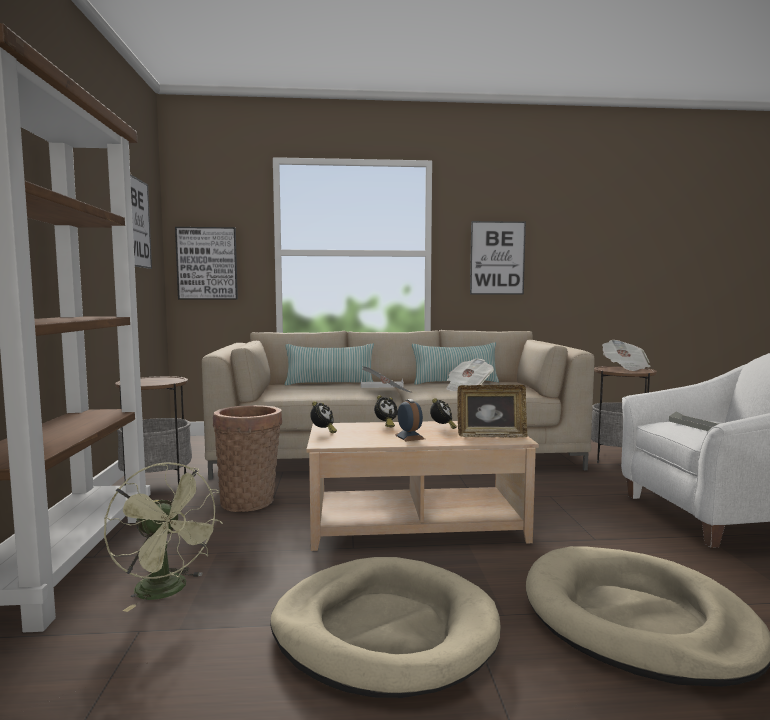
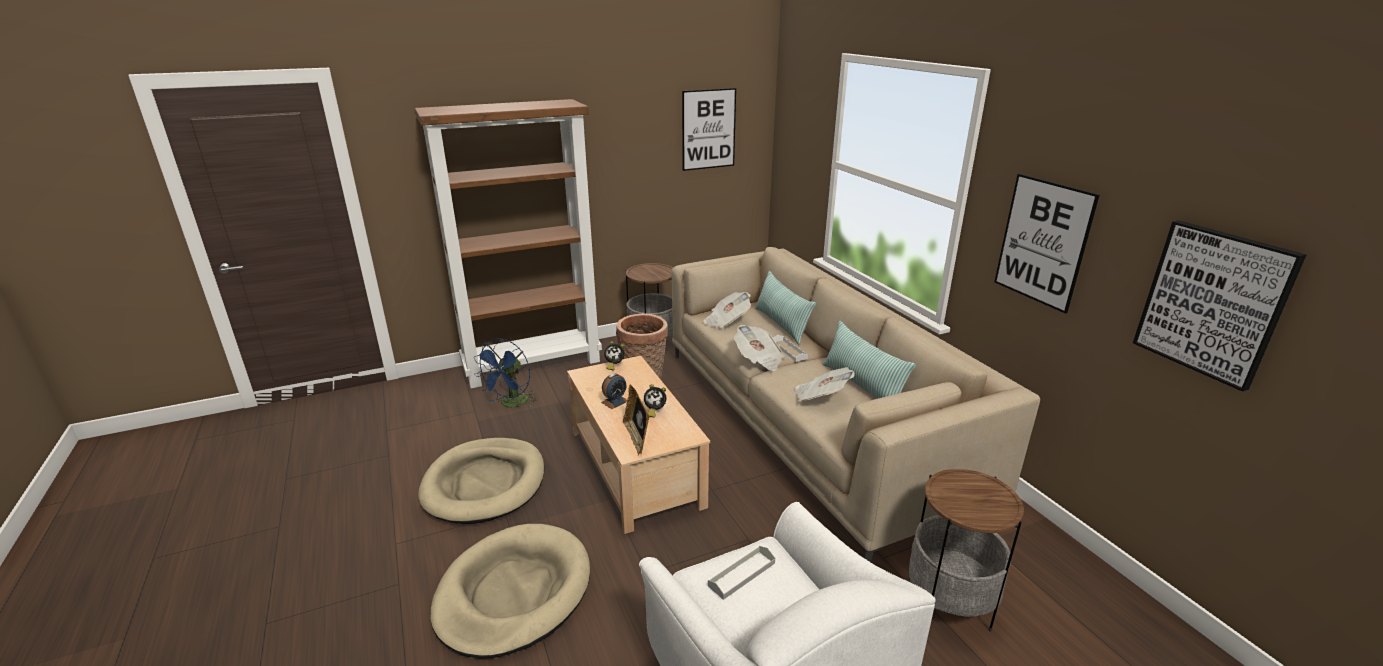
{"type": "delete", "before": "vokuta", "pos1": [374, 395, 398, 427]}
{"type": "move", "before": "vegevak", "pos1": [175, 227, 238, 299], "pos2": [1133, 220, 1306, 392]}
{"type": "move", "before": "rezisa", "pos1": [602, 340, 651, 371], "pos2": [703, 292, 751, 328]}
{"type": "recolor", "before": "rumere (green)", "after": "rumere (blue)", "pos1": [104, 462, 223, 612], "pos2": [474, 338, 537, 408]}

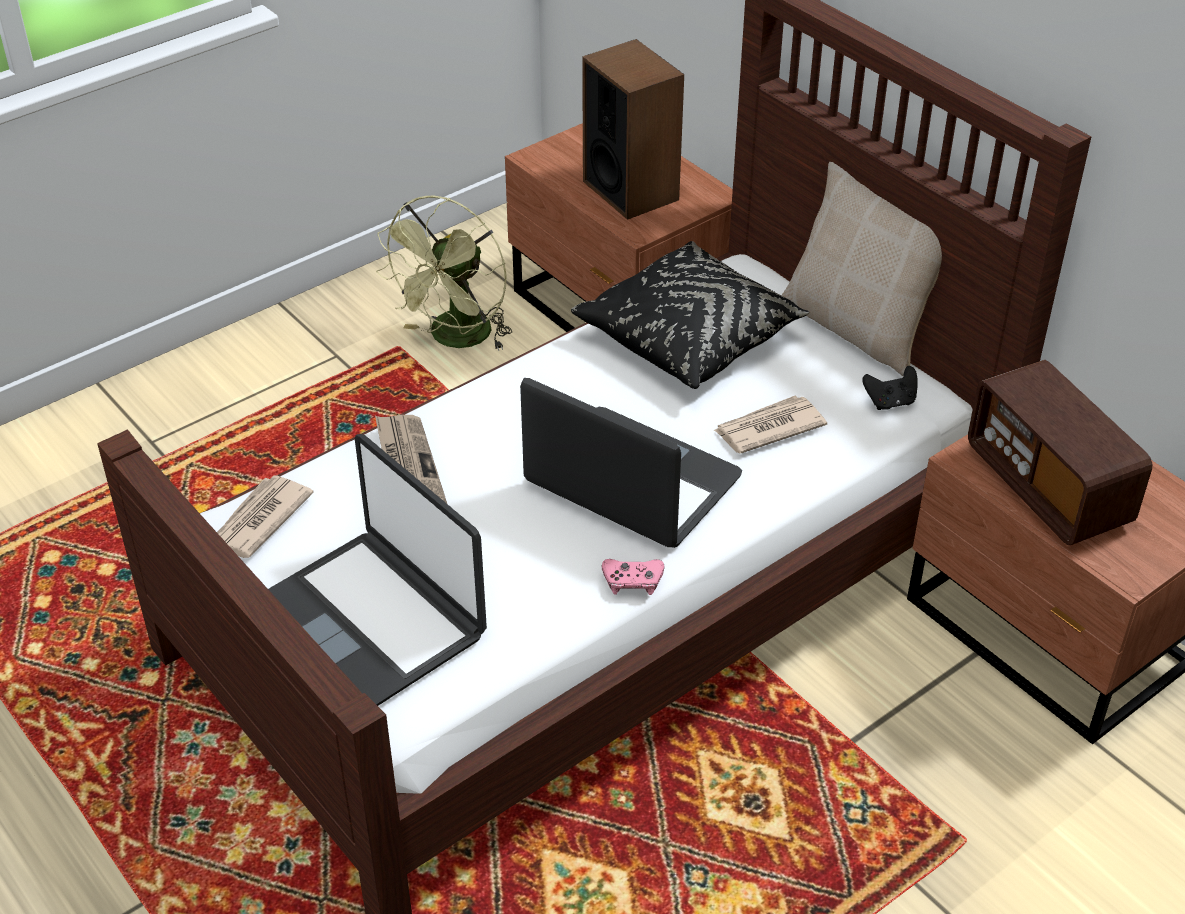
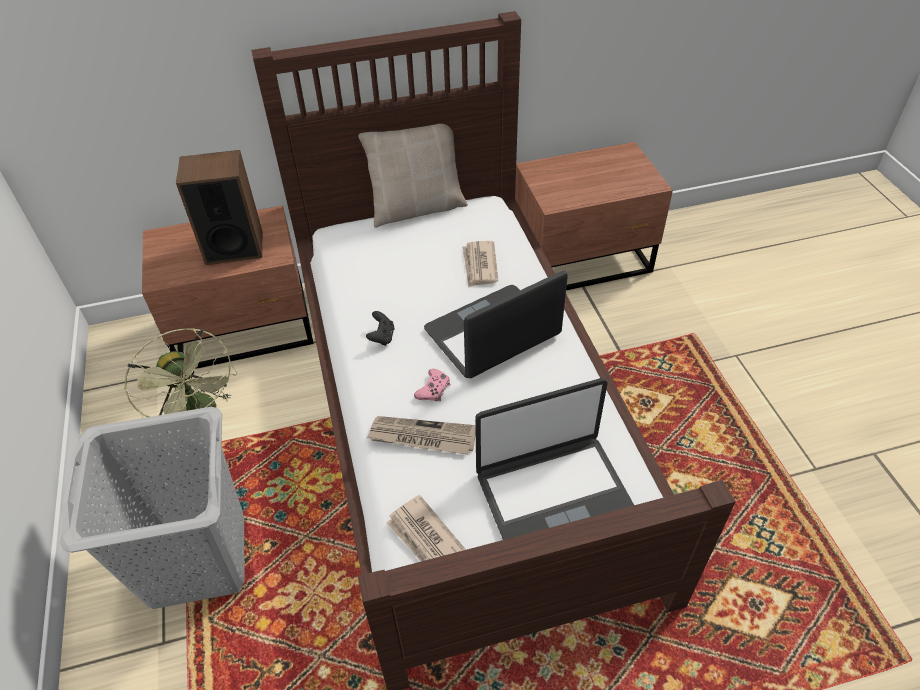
{"type": "delete", "before": "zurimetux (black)", "pos1": [571, 241, 810, 389]}
{"type": "delete", "before": "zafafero", "pos1": [968, 360, 1152, 545]}
{"type": "insert", "after": "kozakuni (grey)", "pos2": [60, 407, 245, 609]}
{"type": "move", "before": "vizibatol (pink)", "pos1": [602, 559, 665, 595], "pos2": [414, 369, 450, 401]}
{"type": "move", "before": "vizibatol (black)", "pos1": [862, 366, 918, 410], "pos2": [366, 311, 395, 346]}

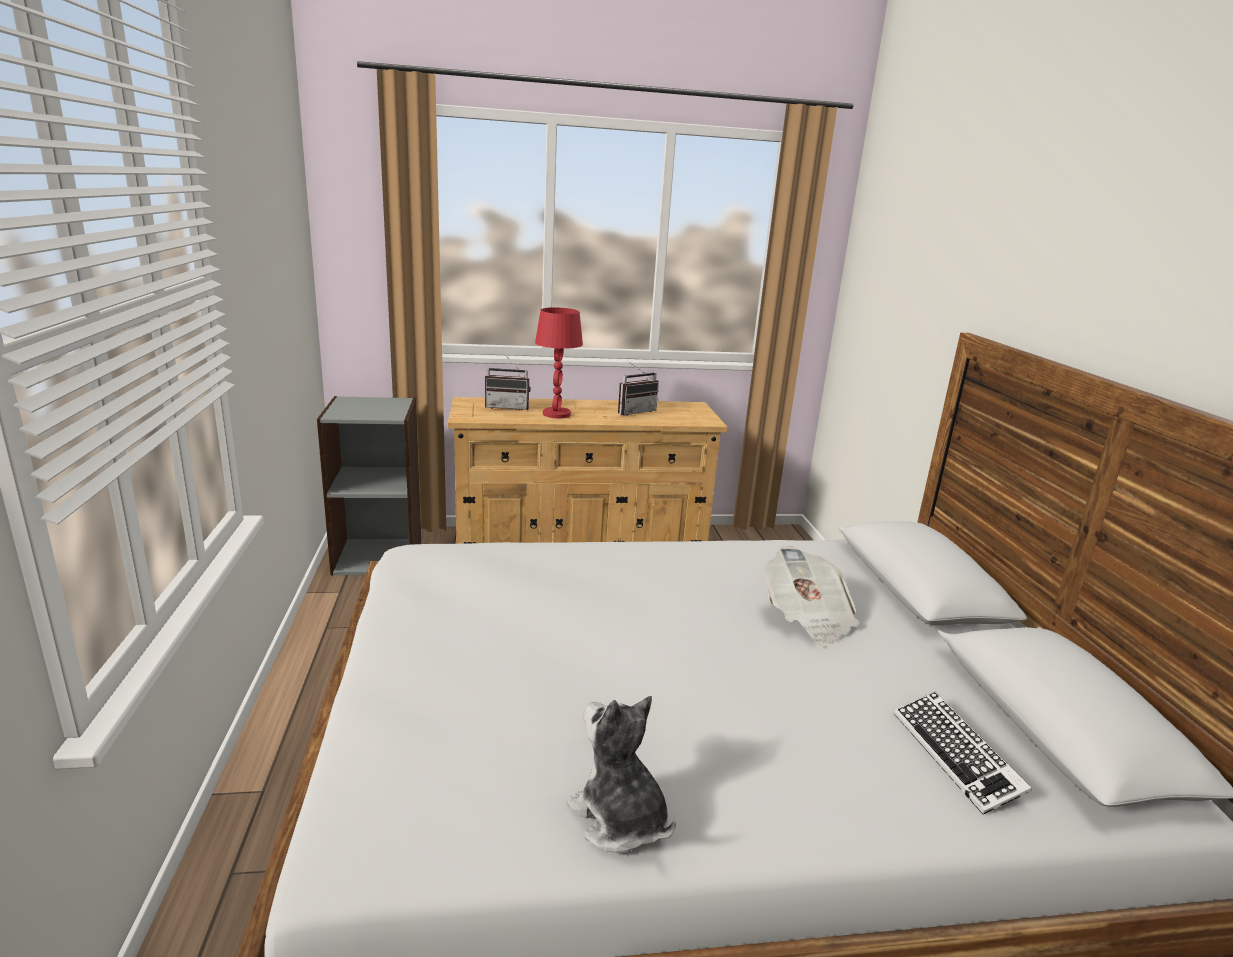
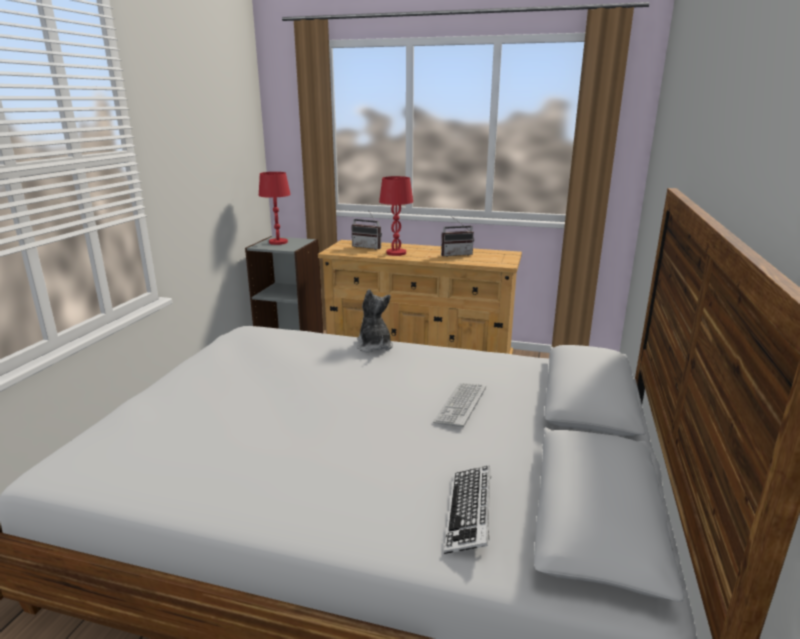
{"type": "insert", "after": "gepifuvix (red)", "pos2": [259, 172, 291, 245]}
{"type": "move", "before": "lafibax", "pos1": [567, 696, 676, 853], "pos2": [357, 289, 393, 353]}
{"type": "replace", "before": "rezisa", "after": "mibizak", "pos1": [764, 546, 860, 647], "pos2": [433, 383, 486, 428]}

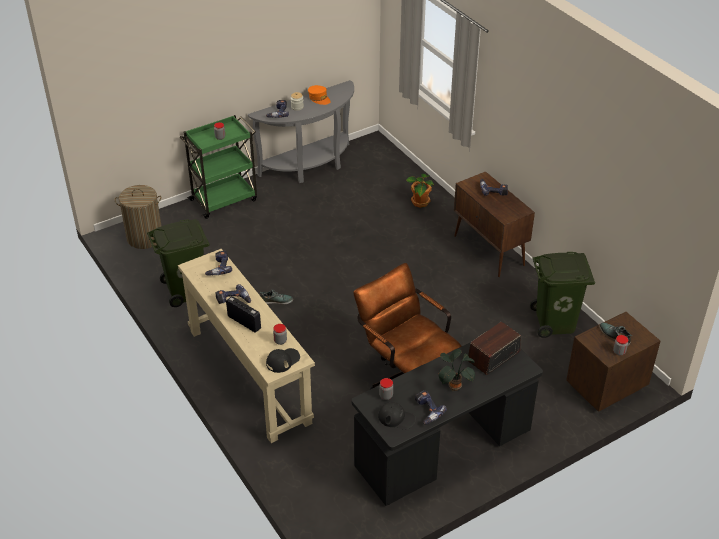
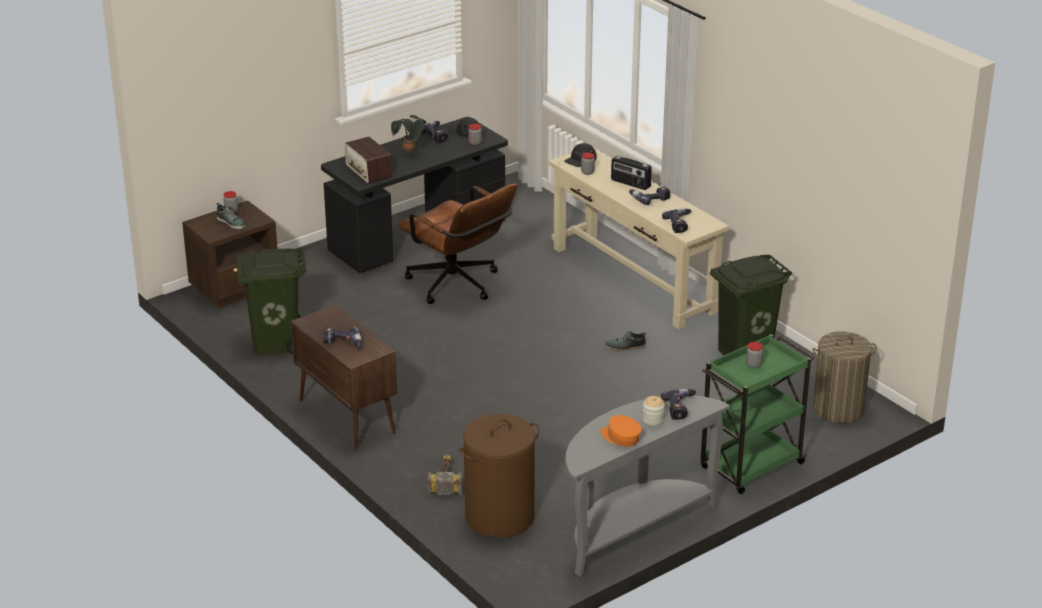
{"type": "insert", "after": "kozakuni (brown)", "pos2": [459, 414, 540, 538]}
{"type": "replace", "before": "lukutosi", "after": "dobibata", "pos1": [407, 174, 434, 208], "pos2": [427, 454, 462, 495]}
{"type": "rotate", "before": "zafafero", "pos1": [468, 322, 521, 375], "pos2": [345, 137, 392, 184], "turn": 105}

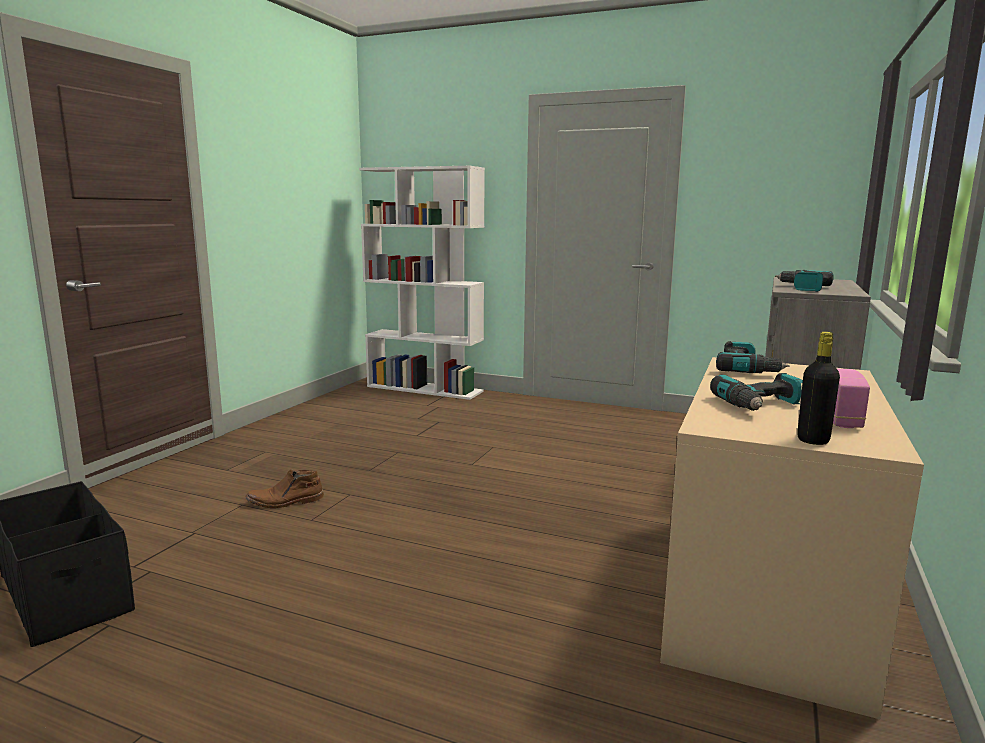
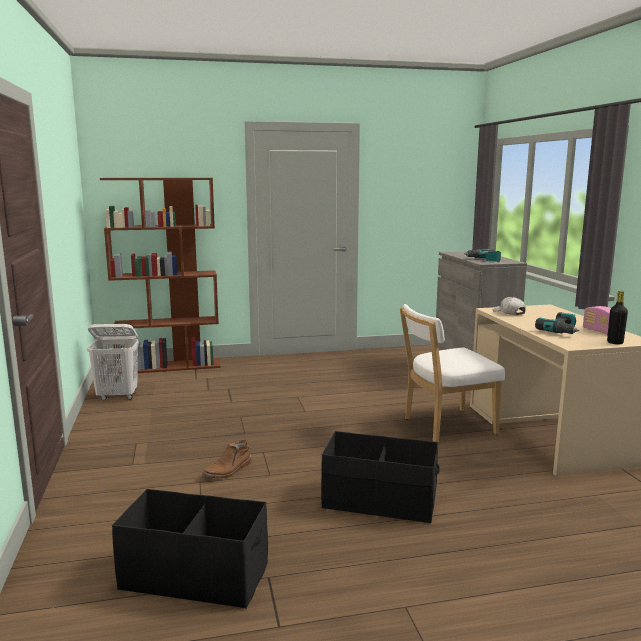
{"type": "insert", "after": "kozakuni (white)", "pos2": [87, 324, 139, 400]}
{"type": "insert", "after": "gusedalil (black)", "pos2": [321, 431, 440, 523]}
{"type": "insert", "after": "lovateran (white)", "pos2": [400, 304, 505, 442]}
{"type": "replace", "before": "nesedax", "after": "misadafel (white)", "pos1": [716, 341, 789, 373], "pos2": [493, 297, 526, 315]}
{"type": "recolor", "before": "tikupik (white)", "after": "tikupik (brown)", "pos1": [359, 166, 485, 400], "pos2": [100, 178, 220, 373]}

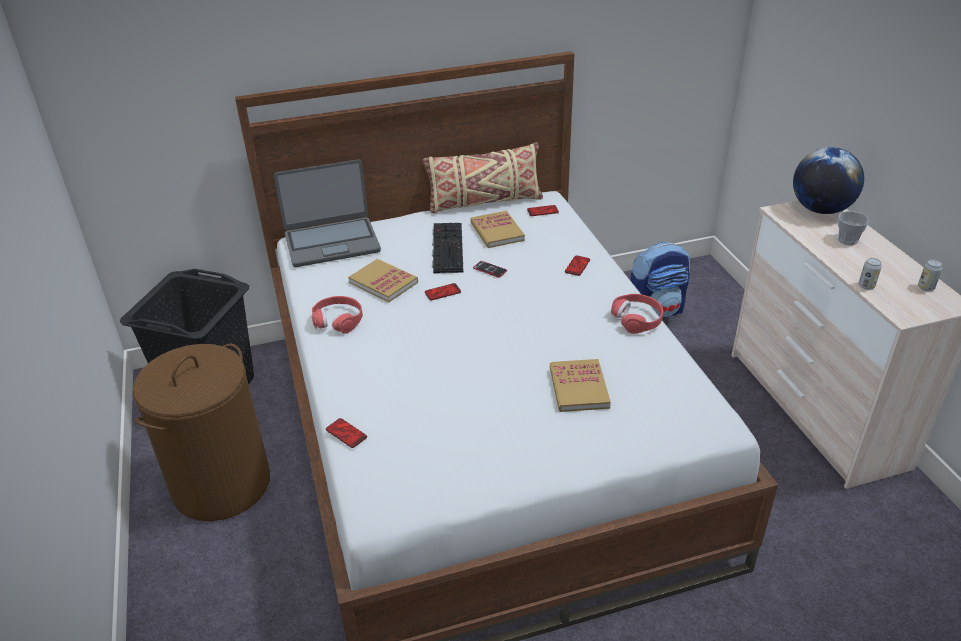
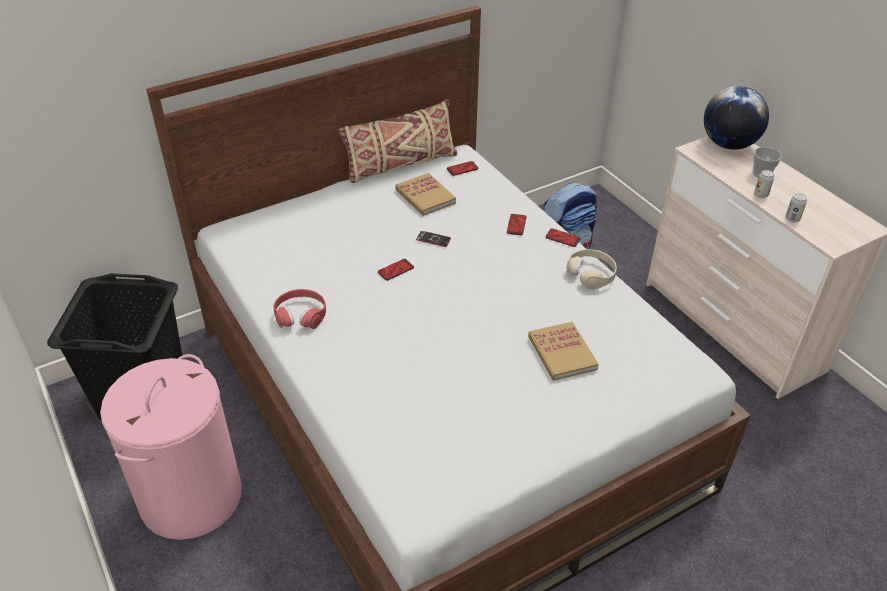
{"type": "delete", "before": "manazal", "pos1": [274, 159, 381, 267]}
{"type": "delete", "before": "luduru", "pos1": [348, 259, 418, 302]}
{"type": "delete", "before": "mibizak", "pos1": [432, 223, 463, 274]}
{"type": "move", "before": "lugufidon", "pos1": [326, 418, 367, 448], "pos2": [545, 228, 581, 247]}
{"type": "move", "before": "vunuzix", "pos1": [918, 259, 943, 291], "pos2": [754, 170, 774, 198]}
{"type": "recolor", "before": "kozakuni (brown)", "after": "kozakuni (pink)", "pos1": [133, 344, 270, 521], "pos2": [100, 354, 242, 540]}
{"type": "recolor", "before": "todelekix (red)", "after": "todelekix (beige)", "pos1": [611, 294, 663, 334], "pos2": [566, 249, 617, 290]}

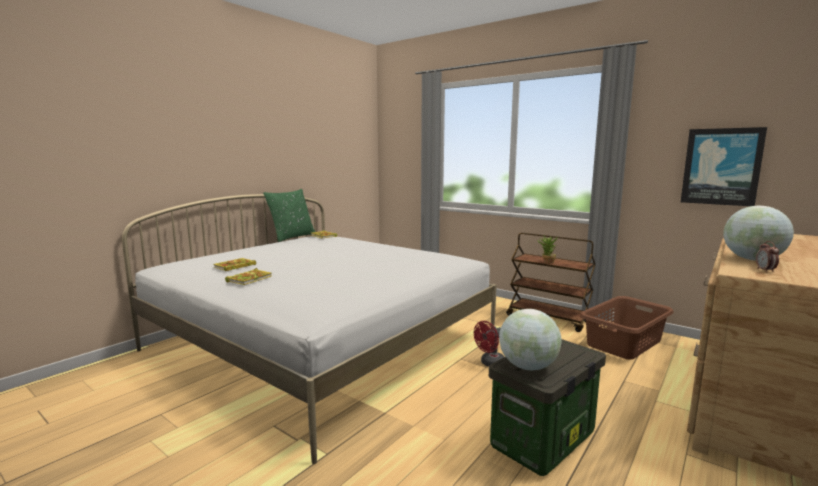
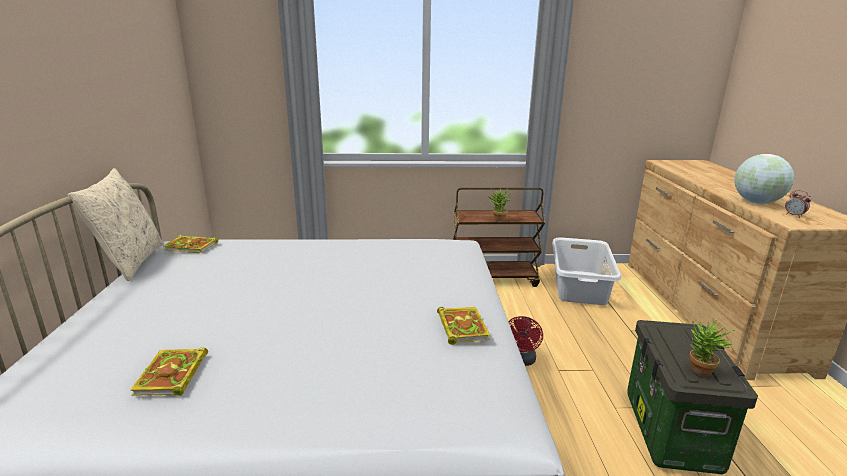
{"type": "delete", "before": "vegevak", "pos1": [681, 127, 767, 206]}
{"type": "move", "before": "luduru", "pos1": [225, 268, 271, 285], "pos2": [437, 307, 490, 345]}
{"type": "replace", "before": "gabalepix", "after": "lukutosi", "pos1": [499, 309, 562, 370], "pos2": [689, 319, 734, 377]}
{"type": "recolor", "before": "zurimetux (green)", "after": "zurimetux (beige)", "pos1": [263, 189, 315, 242], "pos2": [68, 168, 164, 281]}
{"type": "recolor", "before": "kozakuni (brown)", "after": "kozakuni (grey)", "pos1": [580, 296, 674, 360], "pos2": [552, 237, 621, 305]}

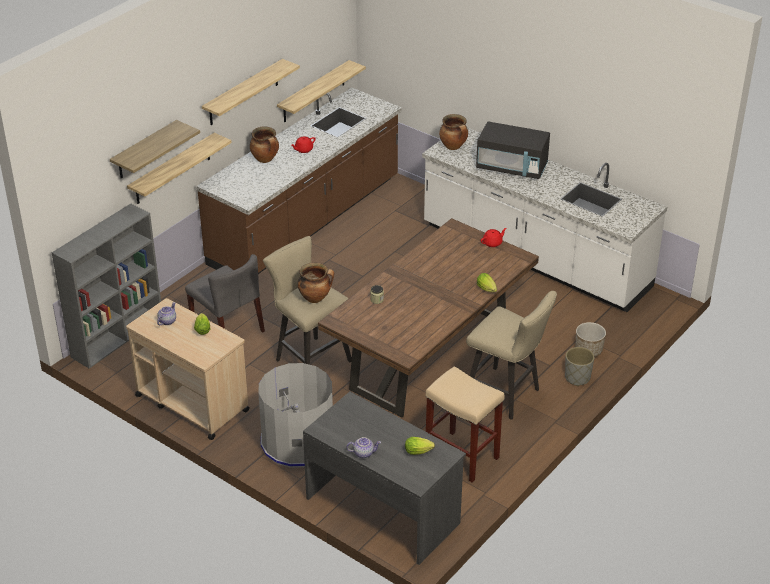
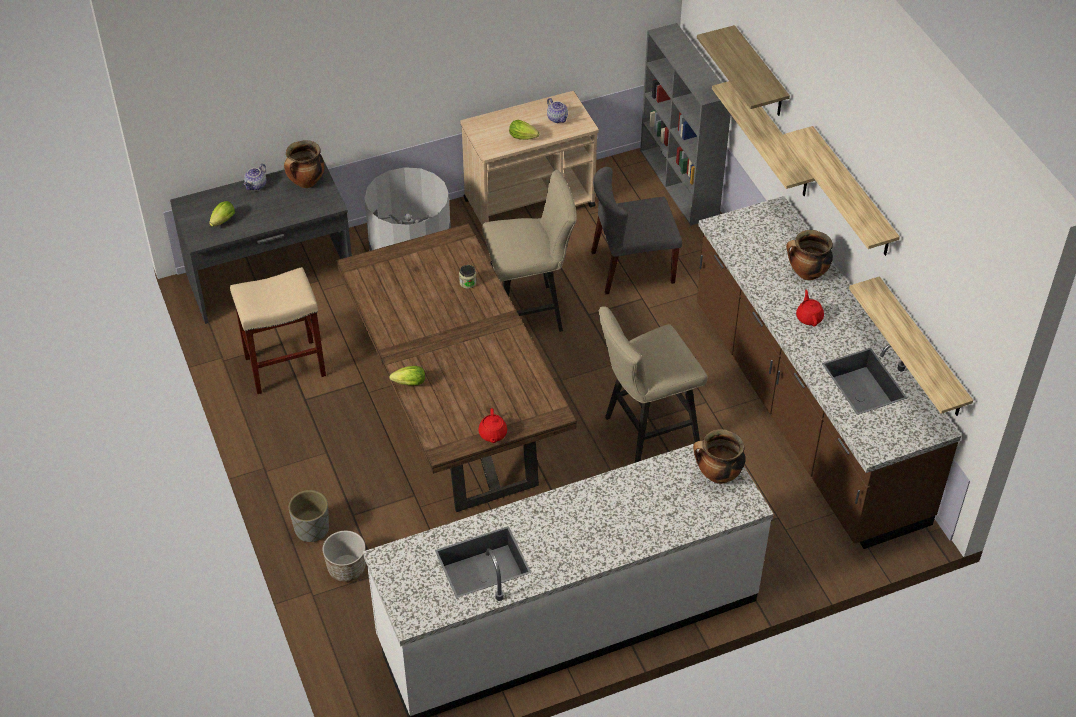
{"type": "delete", "before": "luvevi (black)", "pos1": [476, 121, 550, 179]}
{"type": "move", "before": "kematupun", "pos1": [298, 263, 334, 303], "pos2": [284, 140, 324, 188]}
{"type": "move", "before": "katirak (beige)", "pos1": [466, 291, 557, 420], "pos2": [599, 307, 708, 463]}

